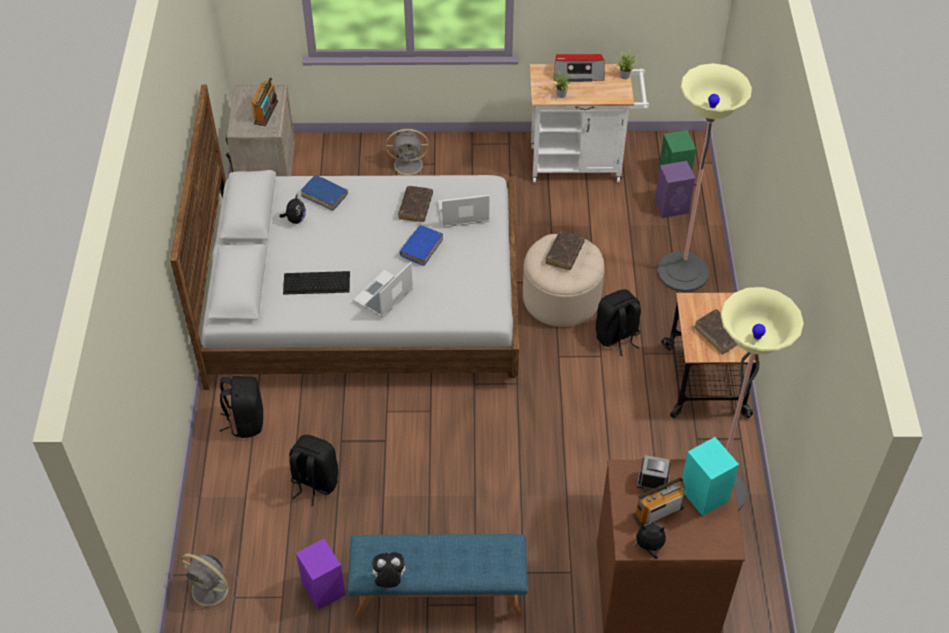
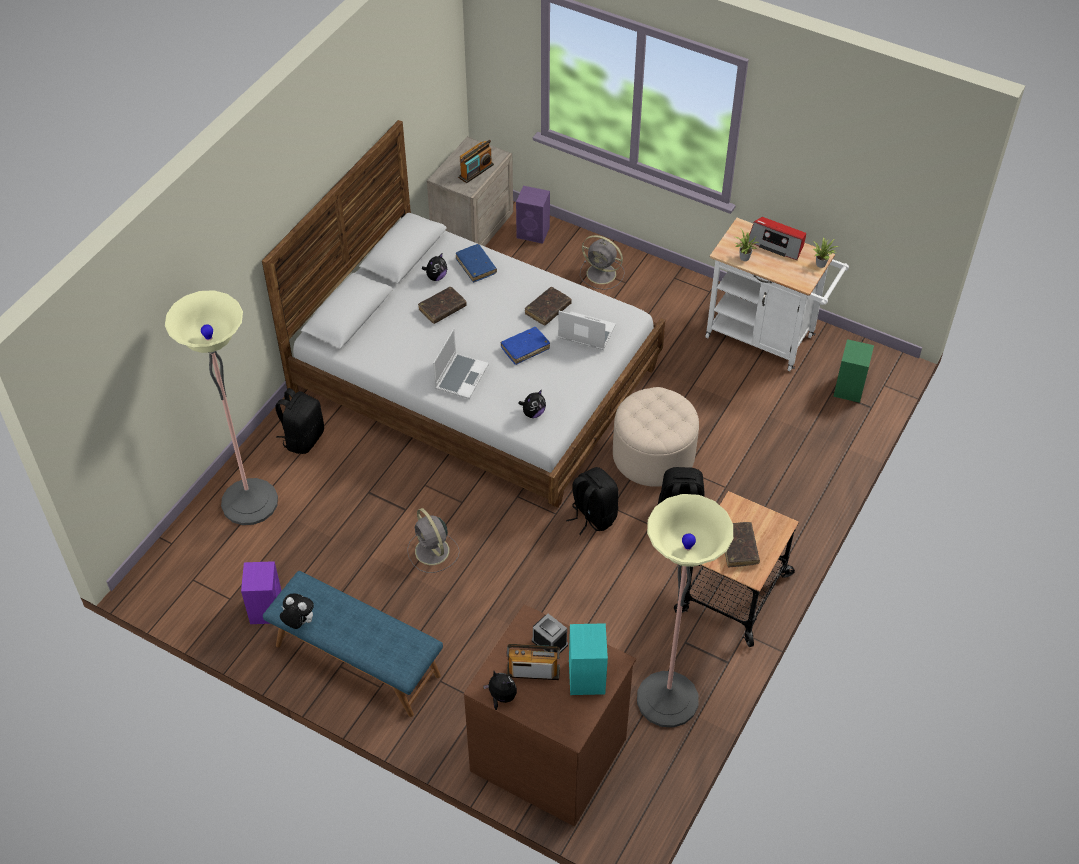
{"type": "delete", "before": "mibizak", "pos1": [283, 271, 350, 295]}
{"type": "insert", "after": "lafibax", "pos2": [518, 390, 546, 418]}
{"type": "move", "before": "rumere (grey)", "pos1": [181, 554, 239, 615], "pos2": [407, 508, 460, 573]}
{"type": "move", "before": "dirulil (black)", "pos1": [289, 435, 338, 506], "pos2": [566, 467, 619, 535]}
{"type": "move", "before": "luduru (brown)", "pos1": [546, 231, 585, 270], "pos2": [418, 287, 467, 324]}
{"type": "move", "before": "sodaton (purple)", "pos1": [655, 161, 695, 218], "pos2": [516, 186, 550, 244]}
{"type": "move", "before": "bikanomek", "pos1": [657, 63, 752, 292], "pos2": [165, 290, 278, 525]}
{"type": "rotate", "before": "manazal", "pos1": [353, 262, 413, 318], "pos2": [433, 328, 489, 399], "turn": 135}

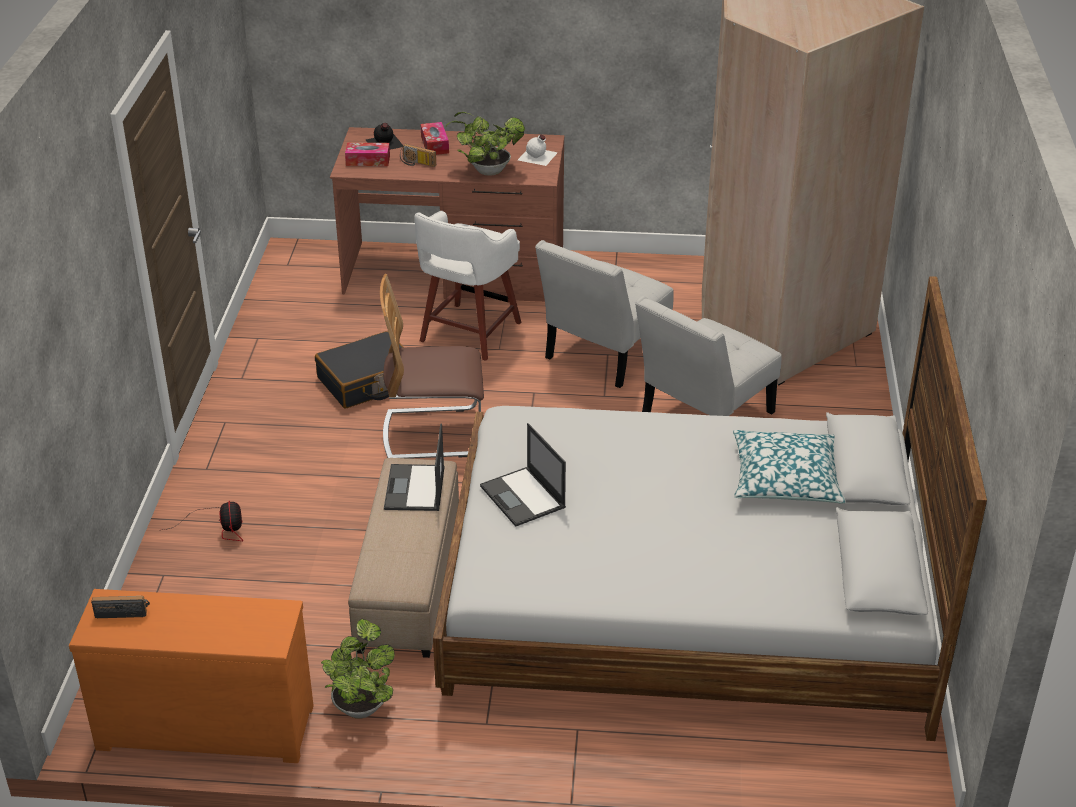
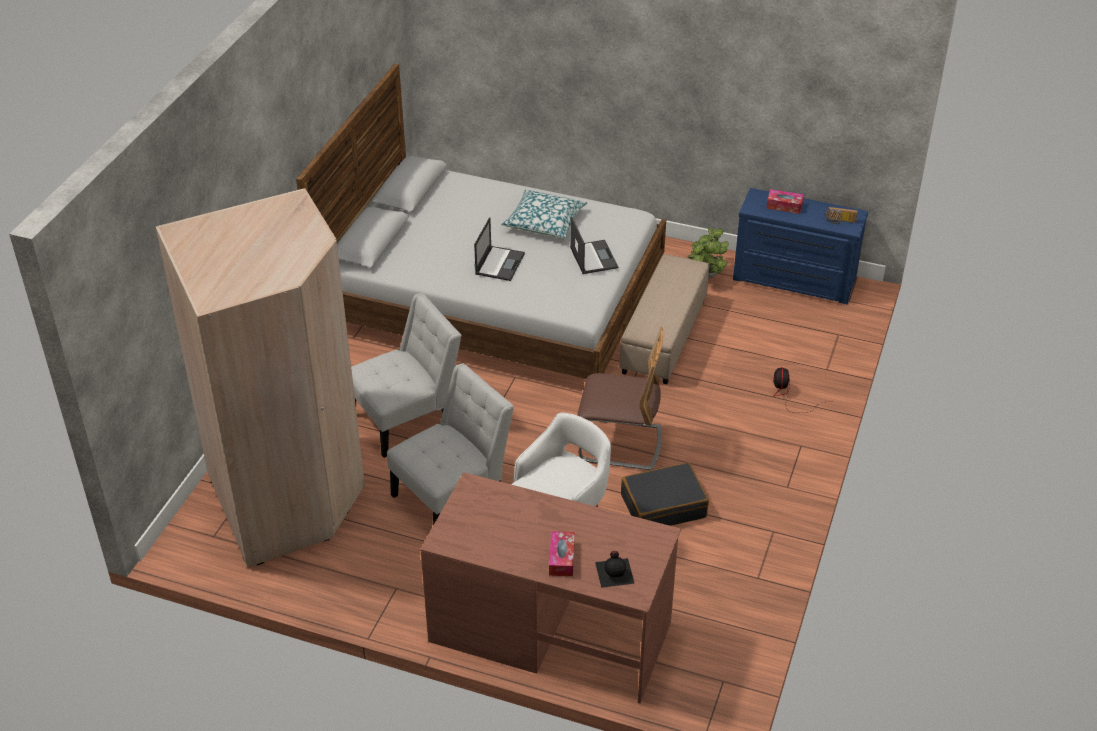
{"type": "delete", "before": "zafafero", "pos1": [400, 144, 436, 167]}
{"type": "delete", "before": "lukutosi", "pos1": [446, 112, 525, 176]}
{"type": "delete", "before": "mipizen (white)", "pos1": [518, 135, 558, 166]}
{"type": "move", "before": "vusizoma", "pos1": [345, 143, 390, 166], "pos2": [766, 189, 804, 214]}
{"type": "move", "before": "manazal", "pos1": [384, 424, 444, 511], "pos2": [474, 217, 525, 281]}
{"type": "move", "before": "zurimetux", "pos1": [733, 430, 846, 503], "pos2": [501, 189, 587, 239]}
{"type": "recolor", "before": "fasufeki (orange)", "after": "fasufeki (blue)", "pos1": [69, 589, 314, 763], "pos2": [733, 188, 868, 304]}

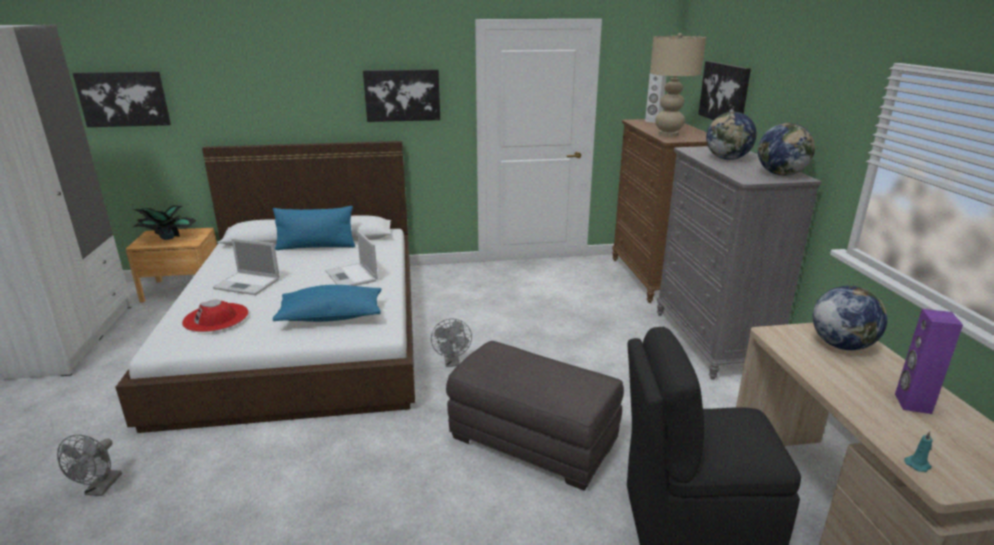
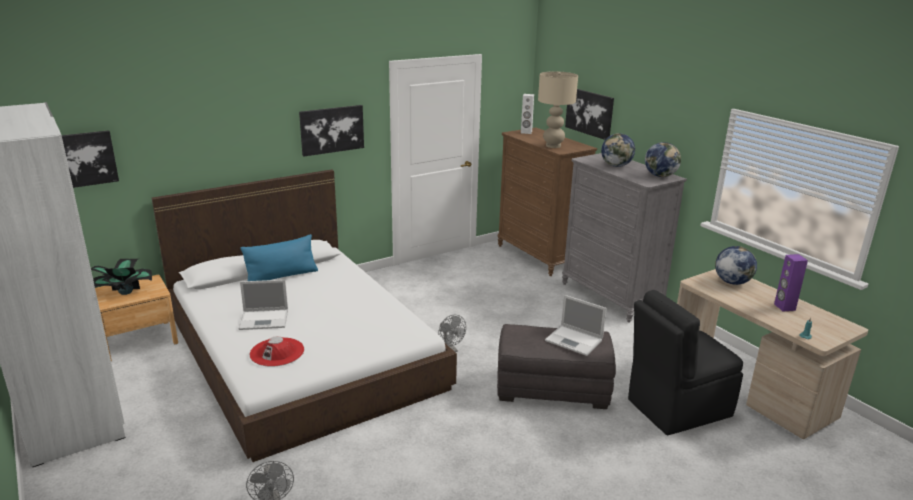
{"type": "delete", "before": "zurimetux (blue)", "pos1": [273, 285, 381, 322]}
{"type": "move", "before": "manazal", "pos1": [325, 230, 378, 286], "pos2": [545, 295, 607, 356]}

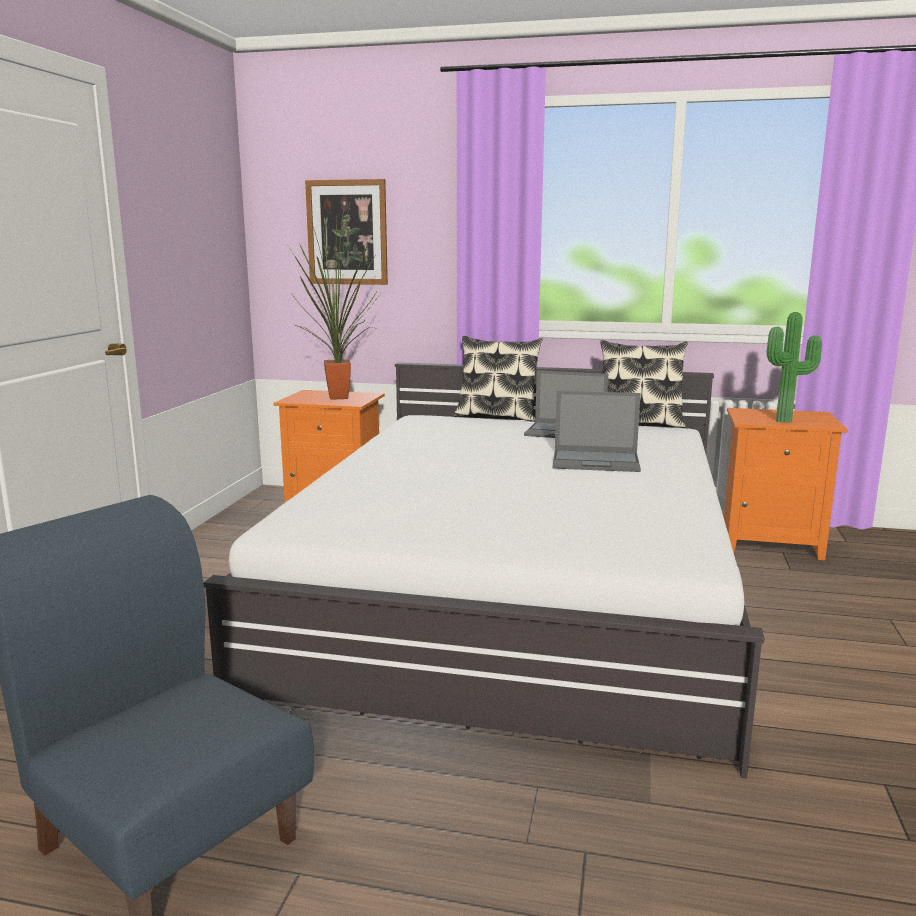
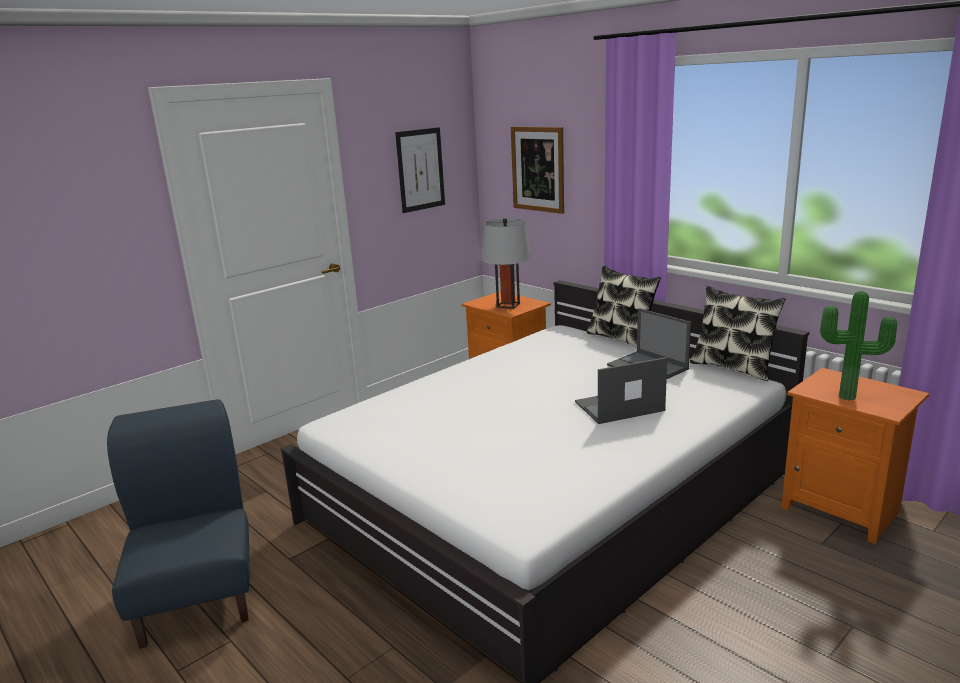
{"type": "insert", "after": "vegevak", "pos2": [395, 127, 445, 213]}
{"type": "replace", "before": "lukutosi", "after": "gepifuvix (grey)", "pos1": [288, 196, 380, 400], "pos2": [482, 218, 531, 309]}
{"type": "rotate", "before": "manazal", "pos1": [552, 391, 641, 472], "pos2": [575, 357, 667, 424], "turn": 120}

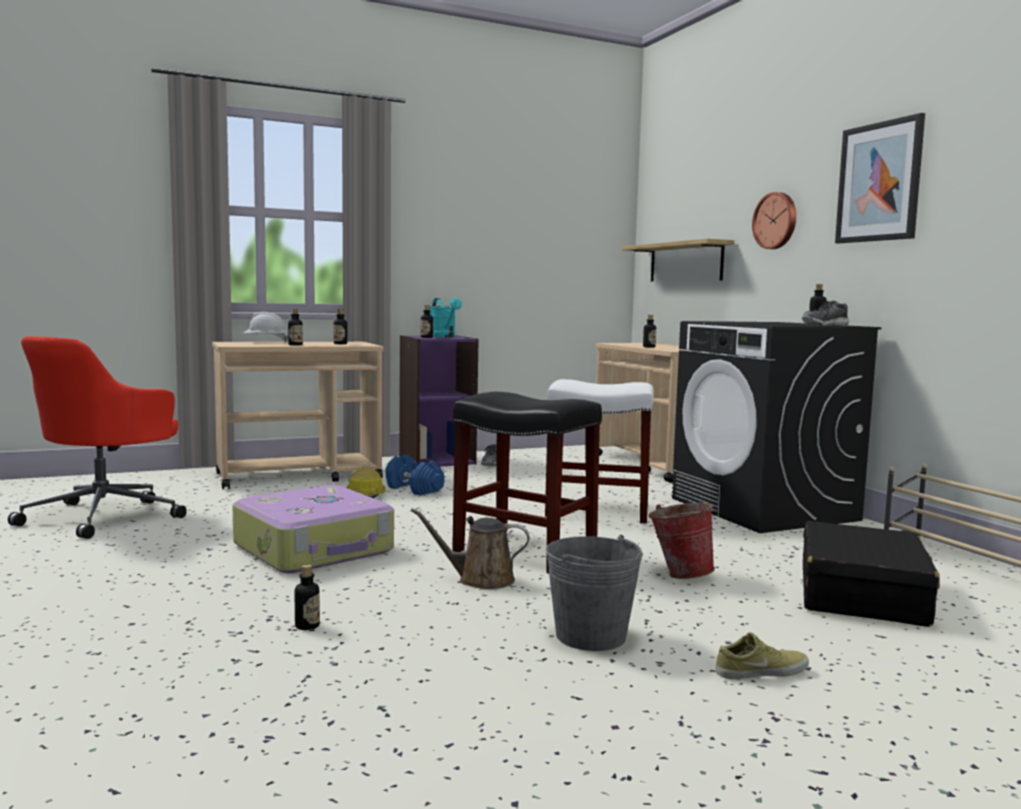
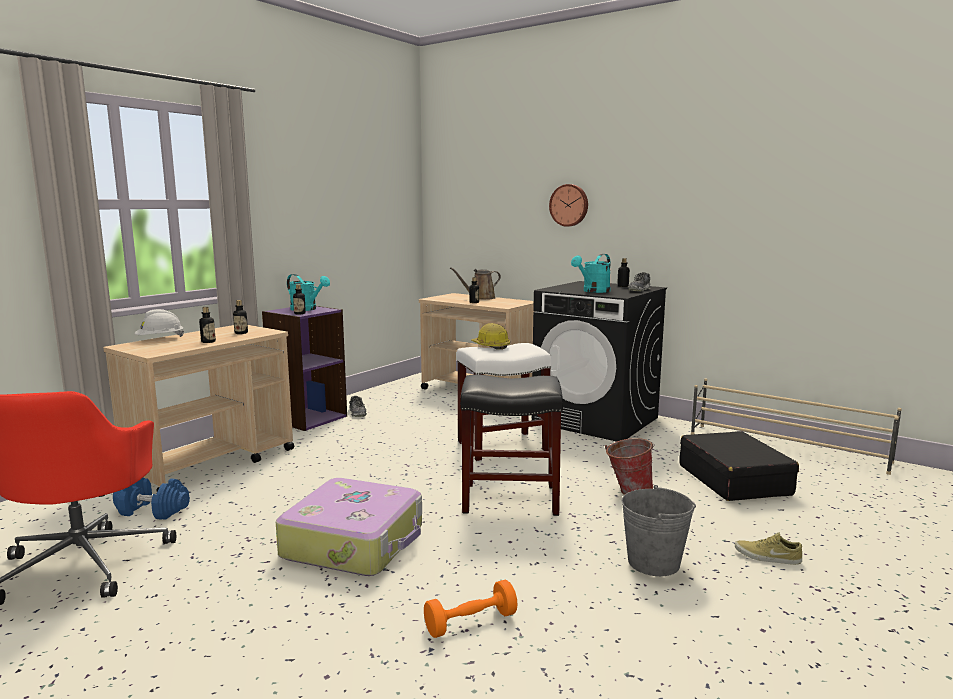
{"type": "delete", "before": "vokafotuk", "pos1": [622, 239, 734, 282]}
{"type": "delete", "before": "vegevak", "pos1": [835, 113, 925, 243]}
{"type": "insert", "after": "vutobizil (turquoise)", "pos2": [571, 254, 610, 293]}
{"type": "move", "before": "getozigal", "pos1": [347, 467, 386, 498], "pos2": [471, 323, 510, 350]}
{"type": "move", "before": "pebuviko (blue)", "pos1": [385, 455, 445, 496], "pos2": [113, 477, 190, 520]}
{"type": "move", "before": "vutobizil (brown)", "pos1": [410, 508, 530, 589], "pos2": [450, 267, 501, 300]}
{"type": "replace", "before": "mipizen", "after": "pebuviko (orange)", "pos1": [295, 564, 320, 630], "pos2": [424, 579, 518, 638]}
{"type": "rotate", "before": "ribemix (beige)", "pos1": [715, 632, 809, 679], "pos2": [735, 532, 802, 565], "turn": -120}

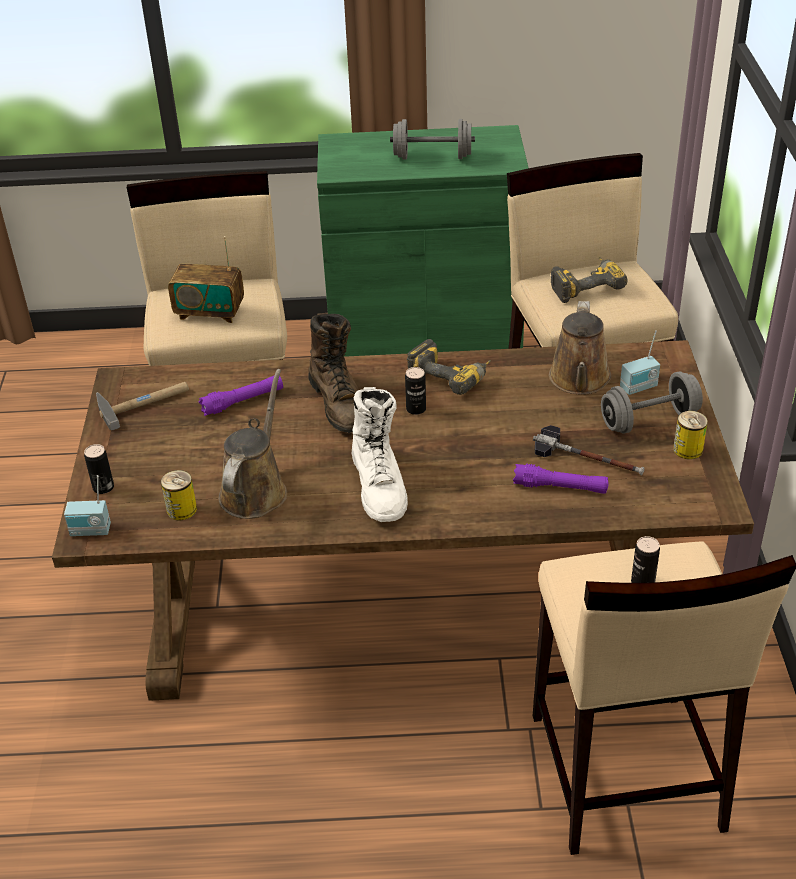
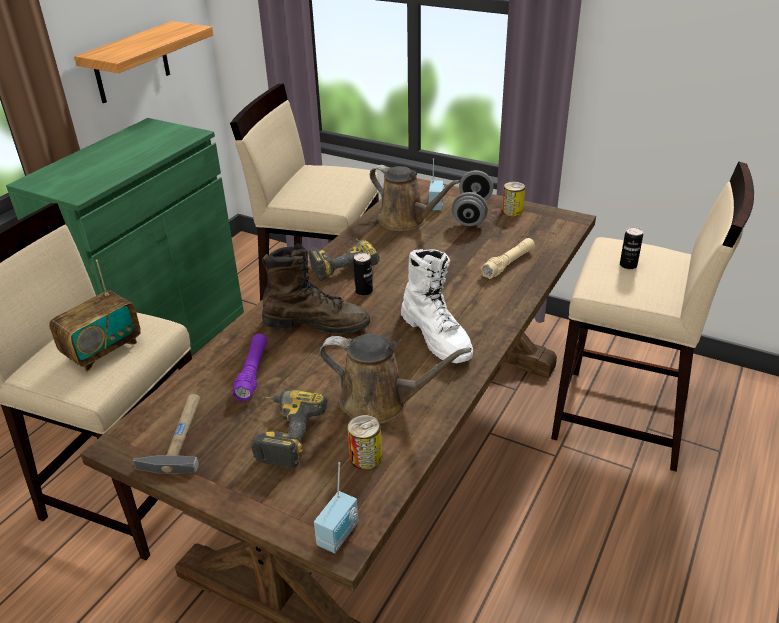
{"type": "delete", "before": "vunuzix", "pos1": [84, 444, 114, 494]}
{"type": "delete", "before": "pebuviko (grey)", "pos1": [390, 119, 475, 160]}
{"type": "delete", "before": "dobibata", "pos1": [533, 425, 644, 475]}
{"type": "insert", "after": "vokafotuk", "pos2": [74, 21, 213, 103]}
{"type": "move", "before": "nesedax", "pos1": [551, 257, 628, 303], "pos2": [251, 390, 327, 468]}
{"type": "recolor", "before": "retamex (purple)", "after": "retamex (beige)", "pos1": [513, 464, 609, 494], "pos2": [480, 238, 535, 279]}
{"type": "rotate", "before": "vutobizil (brown)", "pos1": [219, 369, 287, 519], "pos2": [319, 334, 472, 424], "turn": 150}
{"type": "rotate", "before": "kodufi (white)", "pos1": [352, 387, 408, 522], "pos2": [401, 249, 473, 363], "turn": 45}

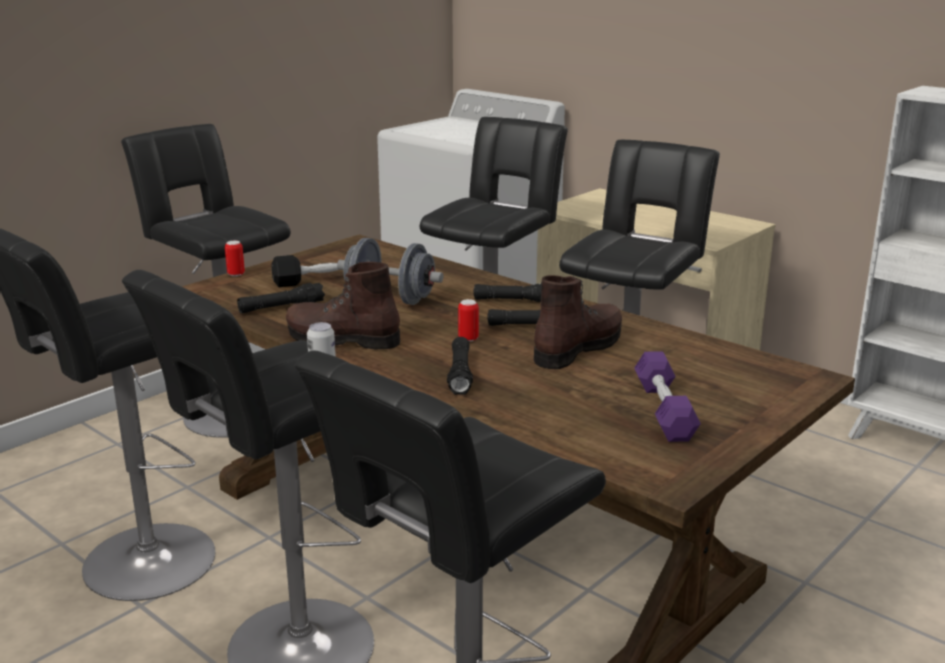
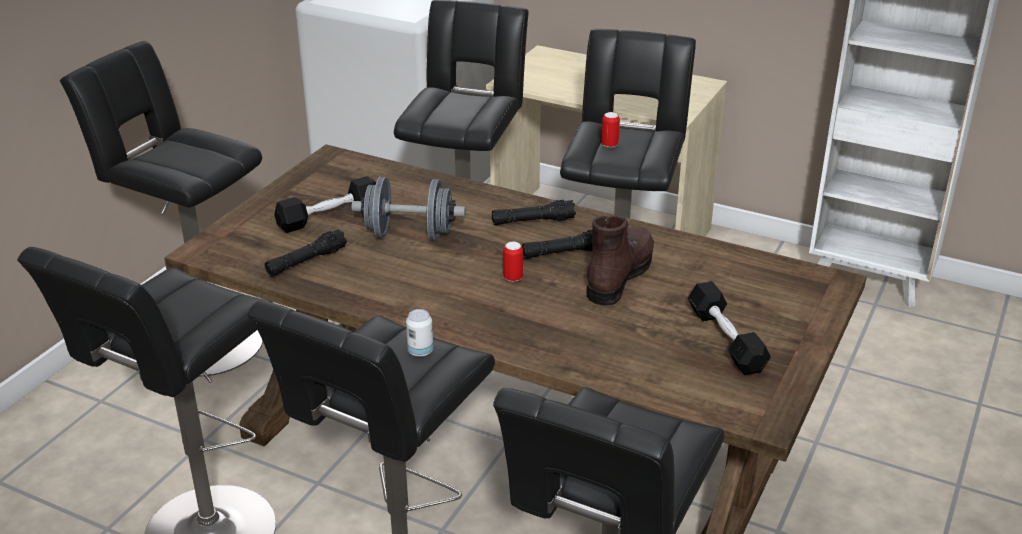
{"type": "delete", "before": "kodufi (brown)", "pos1": [286, 262, 400, 349]}
{"type": "delete", "before": "retamex (black)", "pos1": [447, 337, 473, 395]}
{"type": "move", "before": "vunuzix", "pos1": [225, 241, 245, 277], "pos2": [601, 112, 620, 148]}
{"type": "recolor", "before": "pebuviko (purple)", "after": "pebuviko (black)", "pos1": [634, 351, 701, 442], "pos2": [688, 281, 771, 375]}

